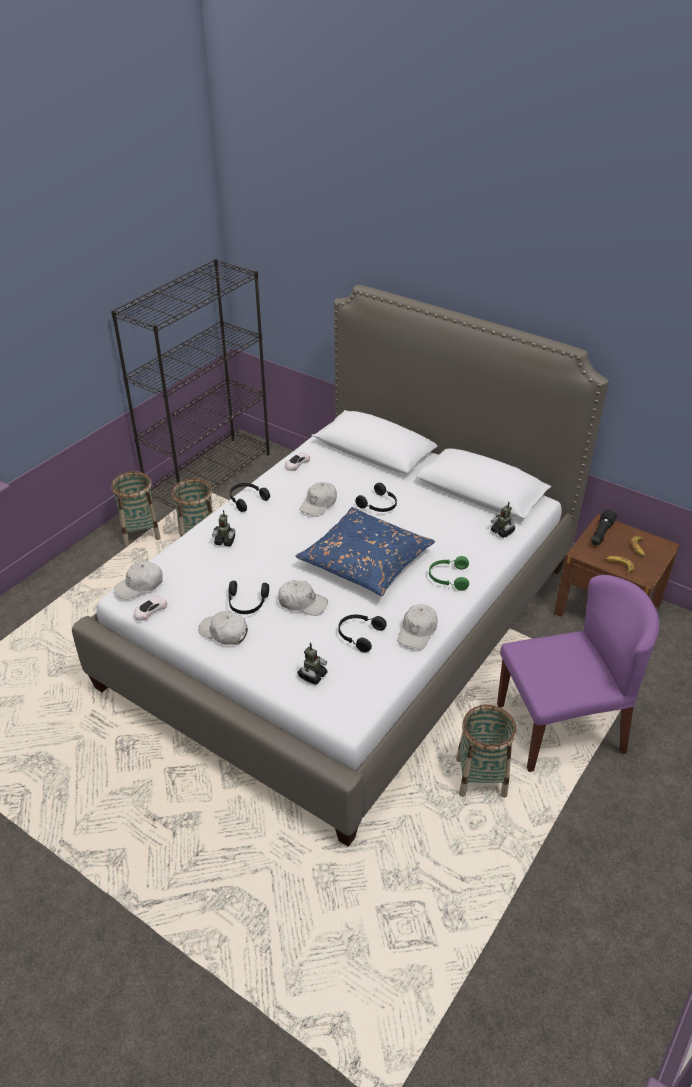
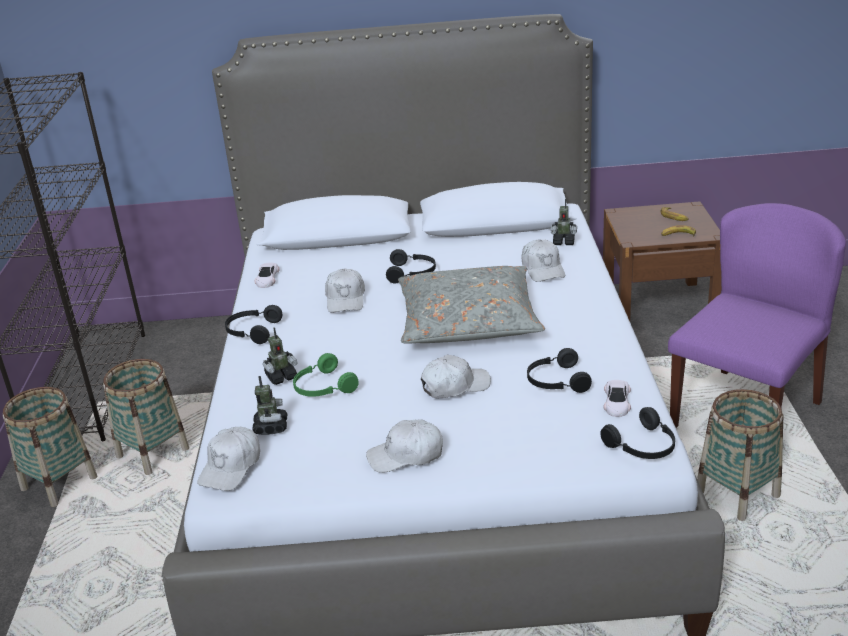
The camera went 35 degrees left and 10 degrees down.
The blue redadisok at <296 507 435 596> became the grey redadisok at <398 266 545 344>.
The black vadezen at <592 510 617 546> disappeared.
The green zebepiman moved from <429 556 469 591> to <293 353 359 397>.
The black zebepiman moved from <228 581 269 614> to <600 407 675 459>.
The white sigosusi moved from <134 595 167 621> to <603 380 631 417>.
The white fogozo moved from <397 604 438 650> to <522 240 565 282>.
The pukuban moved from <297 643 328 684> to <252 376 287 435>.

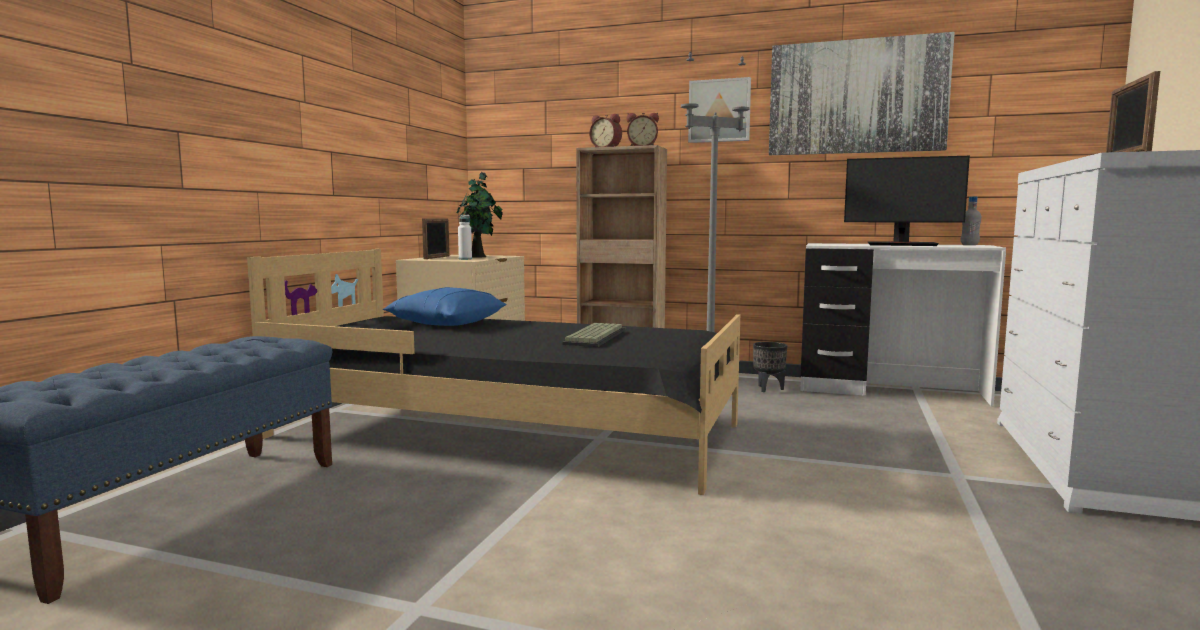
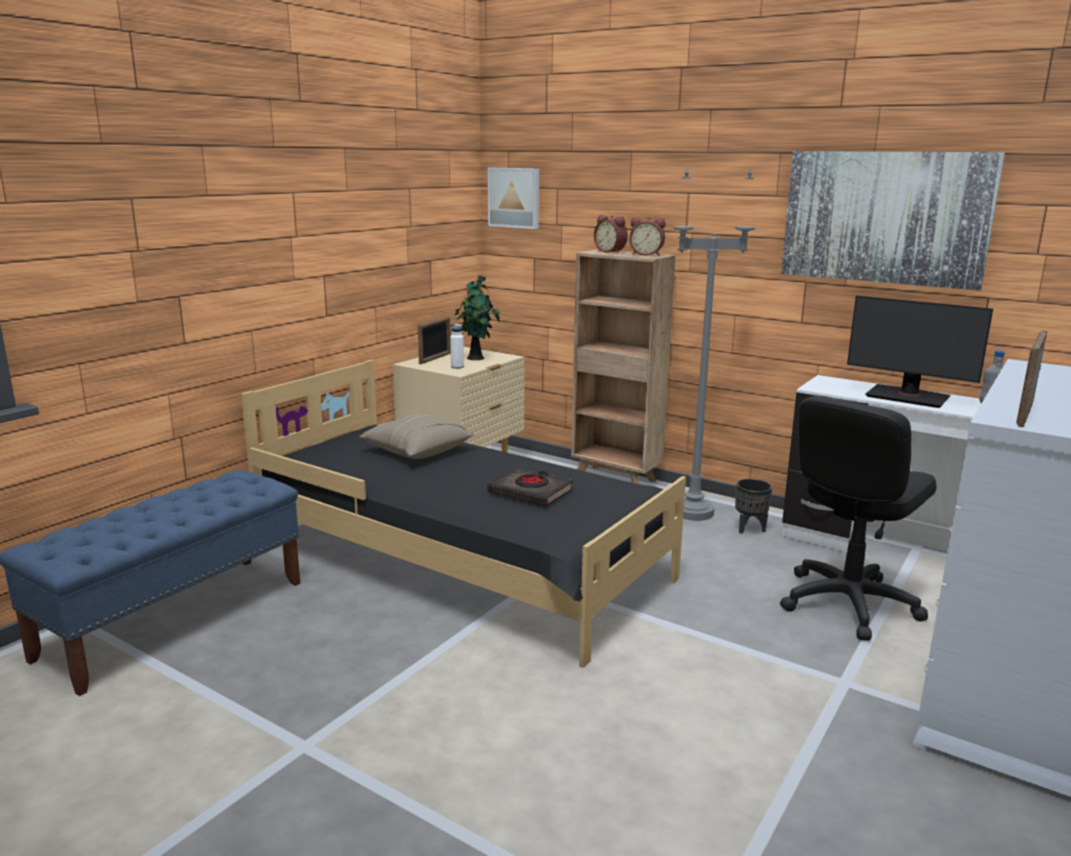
The camera went 15 degrees right and 10 degrees up.
The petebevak moved from <688 77 751 143> to <488 168 539 229>.
The blue redadisok at <383 287 506 326> became the beige redadisok at <359 414 474 459>.
The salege at <562 323 625 347> was replaced by the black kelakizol at <487 468 573 507>.
The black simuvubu at <780 396 937 641> appeared.

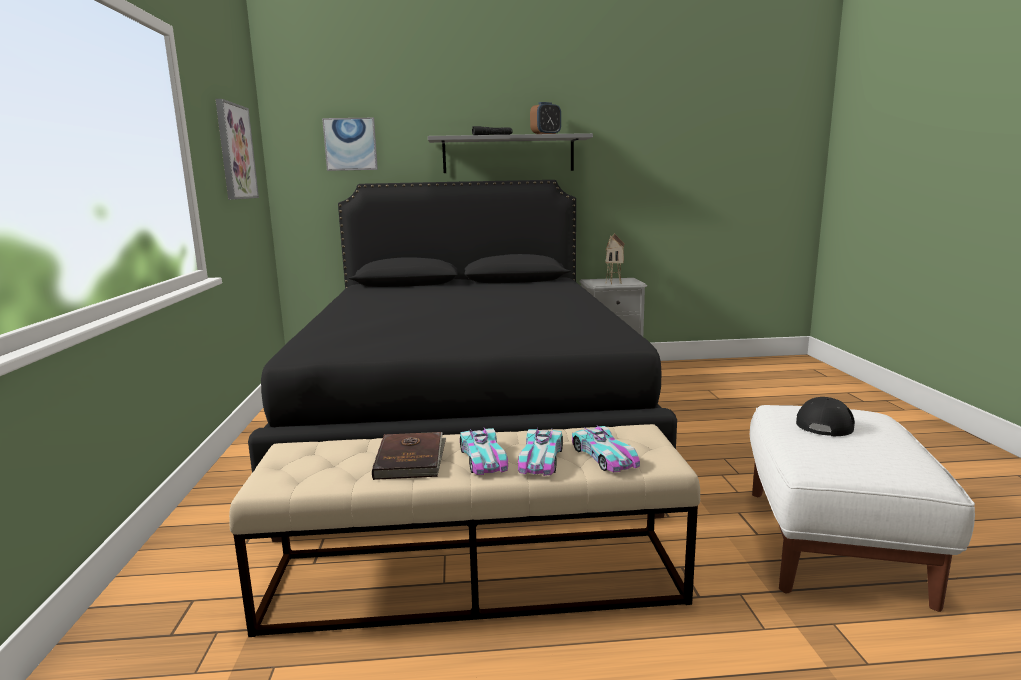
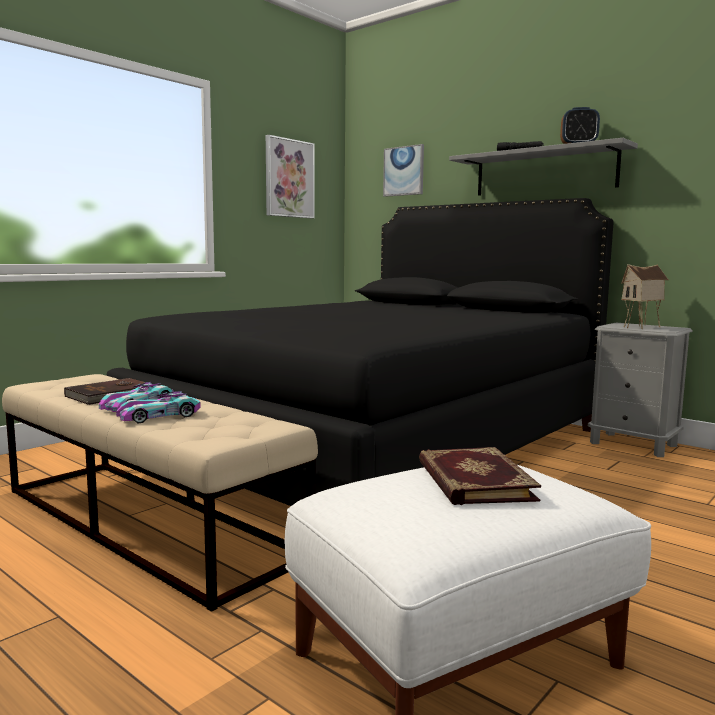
The camera went 45 degrees right and 5 degrees down.
The black fogozo at <796 397 855 436> was replaced by the kelakizol at <419 447 541 505>.
The sigosusi at <572 426 640 472> disappeared.

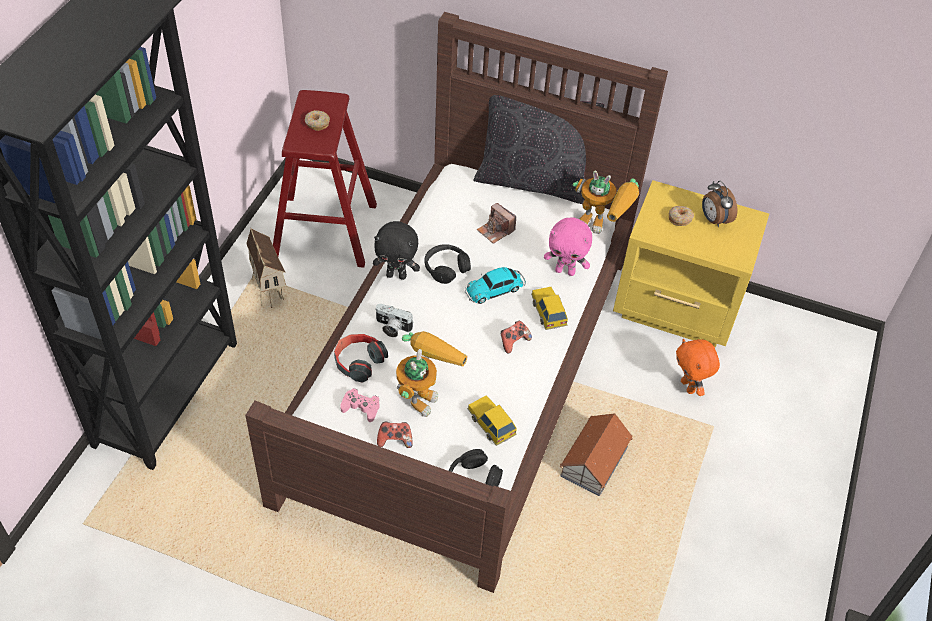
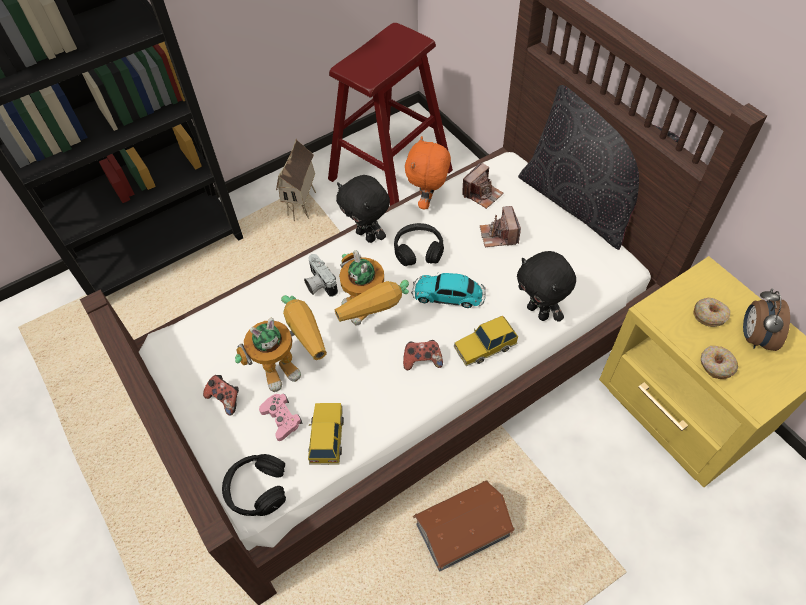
The camera went 40 degrees right and 5 degrees up.
The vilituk moved from <305 110 330 131> to <701 346 738 379>.
The pukuban moved from <573 170 639 234> to <334 250 409 325>.
The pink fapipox at <544 217 592 276> became the black fapipox at <517 251 576 322>.
The sigosusi at <531 287 568 330> turned 135 degrees counterclockwise.
The zebepiman at <334 334 388 382> disappeared.
The orange fapipox moved from <676 339 720 396> to <405 136 451 210>.
The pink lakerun moved from <340 388 380 422> to <259 394 303 441>.
The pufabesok at <462 162 503 209> appeared.

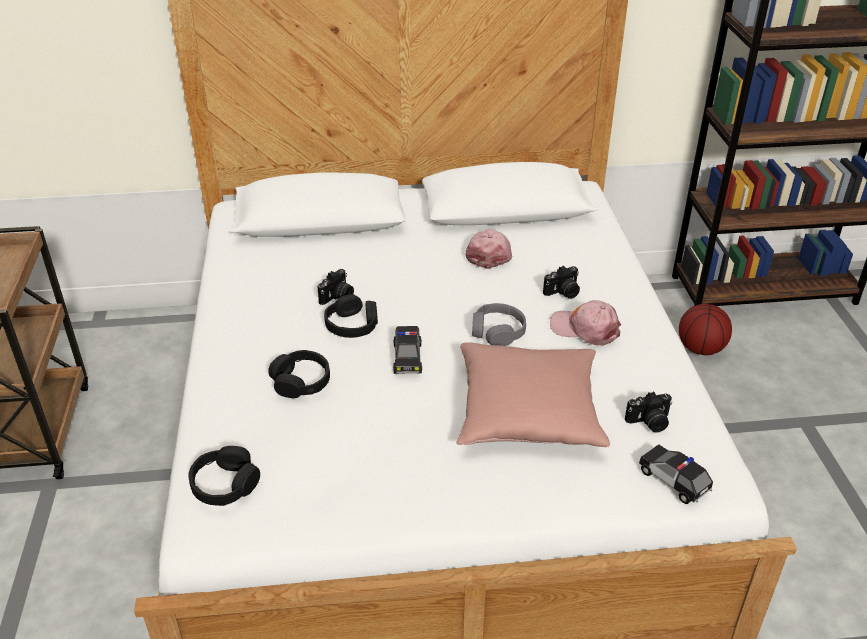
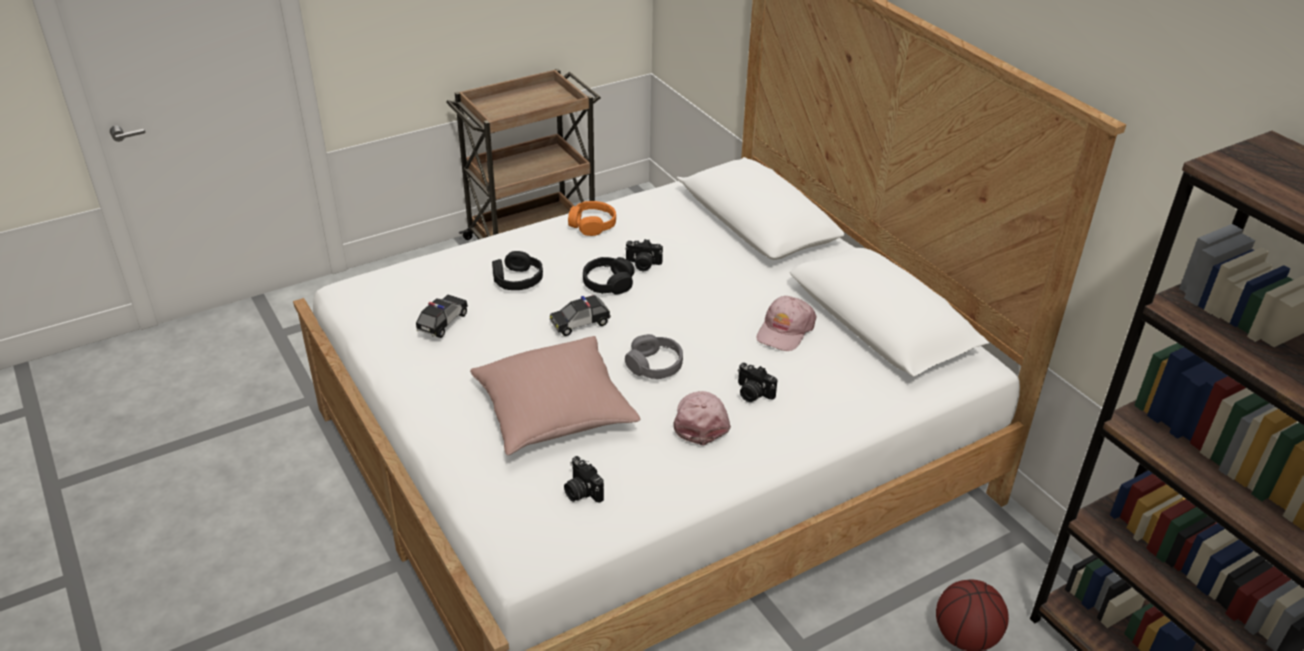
The camera went 65 degrees right and 0 degrees up.
The pink fogozo at <466 229 512 269> turned 135 degrees clockwise.
The sigosusi moved from <639 444 713 504> to <416 295 468 338>.
The black zebepiman at <188 446 260 506> disappeared.
The orange zebepiman at <568 201 616 236> appeared.

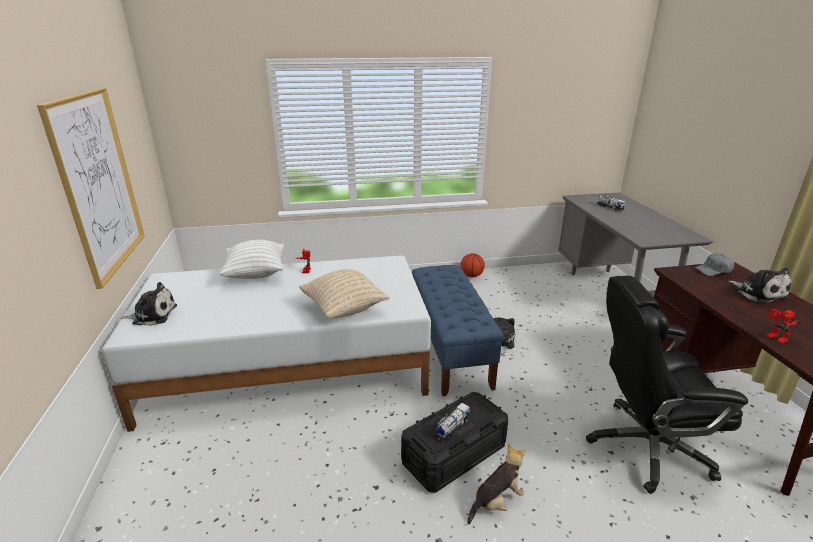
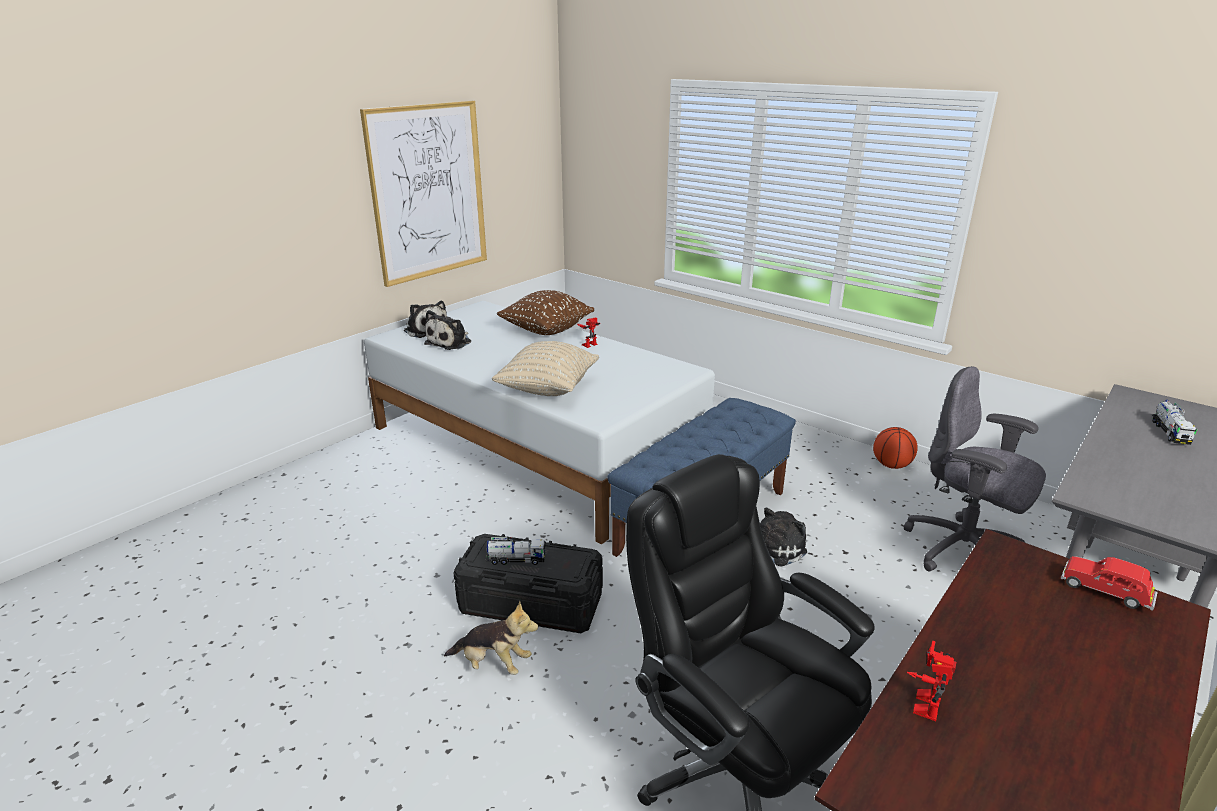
The camera went 50 degrees right and 0 degrees up.
The white redadisok at <220 240 284 279> became the brown redadisok at <497 290 595 335>.
The grey fogozo at <694 254 734 276> was replaced by the red sigosusi at <1061 556 1158 611>.
The fapipox moved from <728 268 792 304> to <424 310 471 350>.
The grey simuvubu at <904 366 1046 571> appeared.

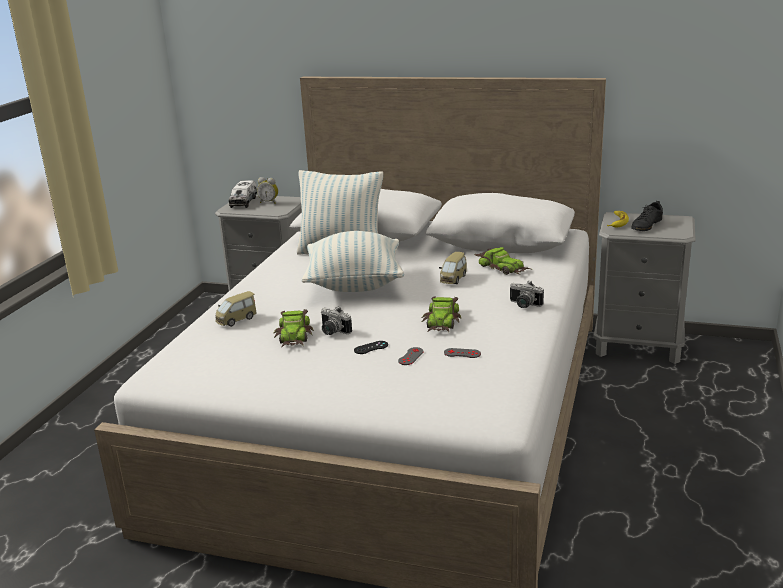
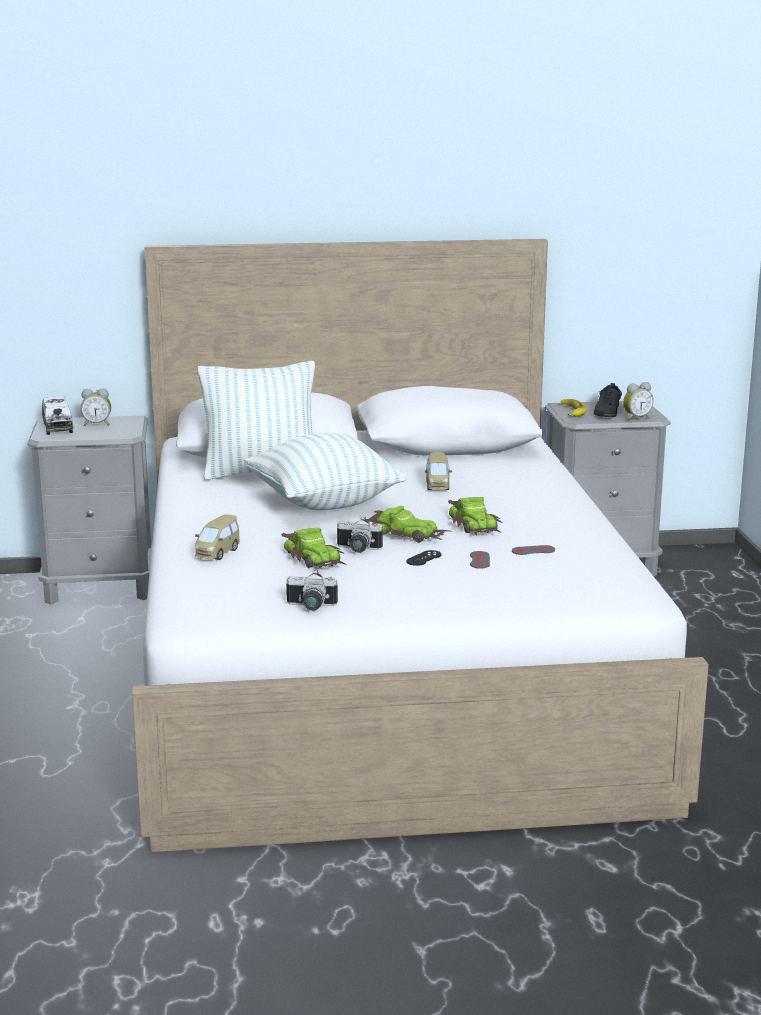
The camera went 25 degrees left and 5 degrees down.
The sigosusi moved from <475 247 533 275> to <366 506 449 543>.
The pufabesok moved from <510 280 544 308> to <286 570 338 610>.
The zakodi at <623 382 653 421> appeared.

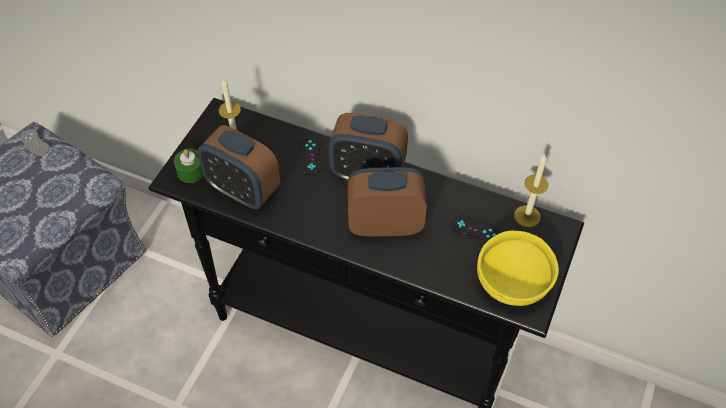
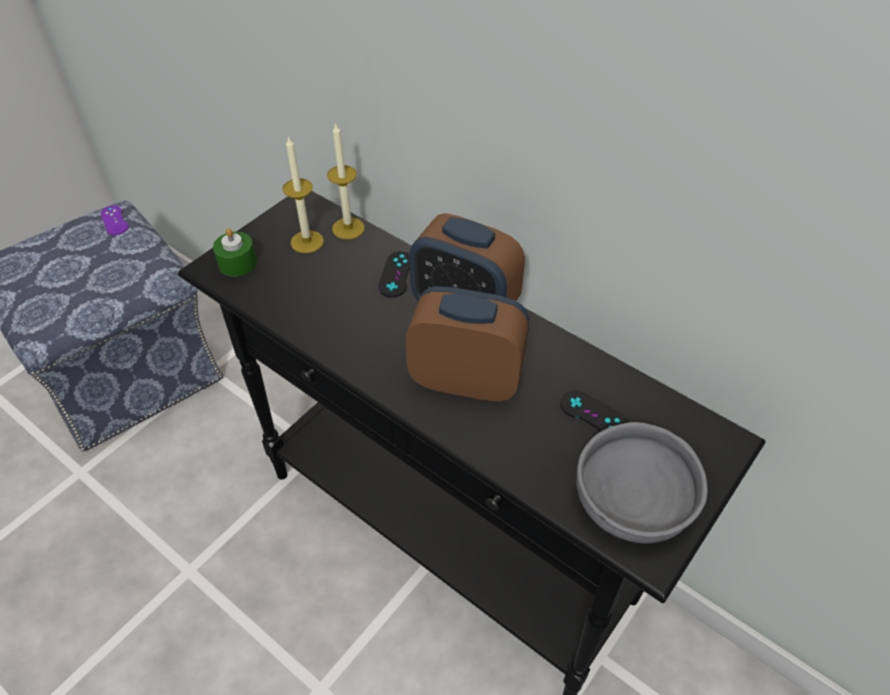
The camera went 15 degrees right and 5 degrees down.
The zakodi at <198 125 280 209> disappeared.
The grey lakerun at <20 130 50 156> became the purple lakerun at <101 206 128 235>.
The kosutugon moved from <514 154 548 227> to <327 122 365 239>.
The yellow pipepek at <477 231 559 306> became the grey pipepek at <576 422 708 543>.

